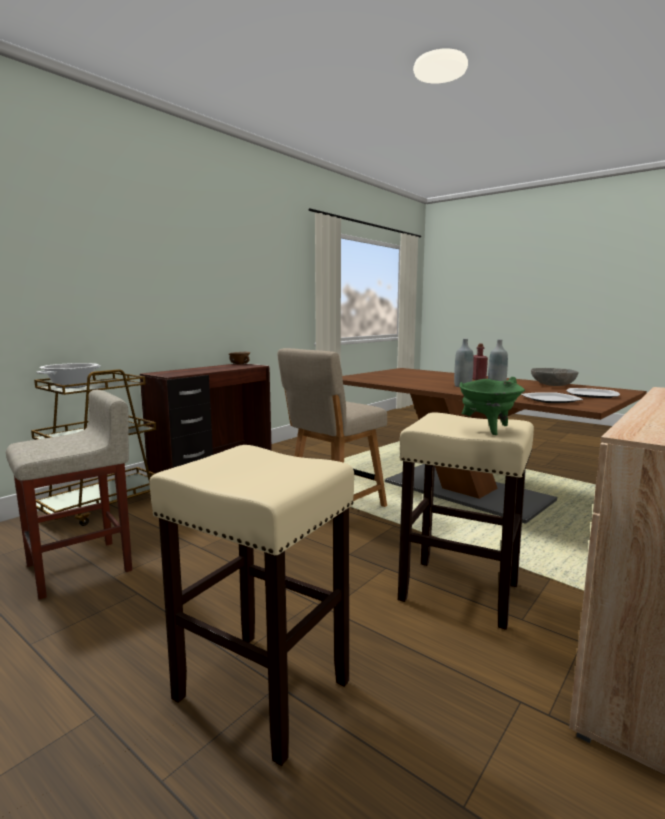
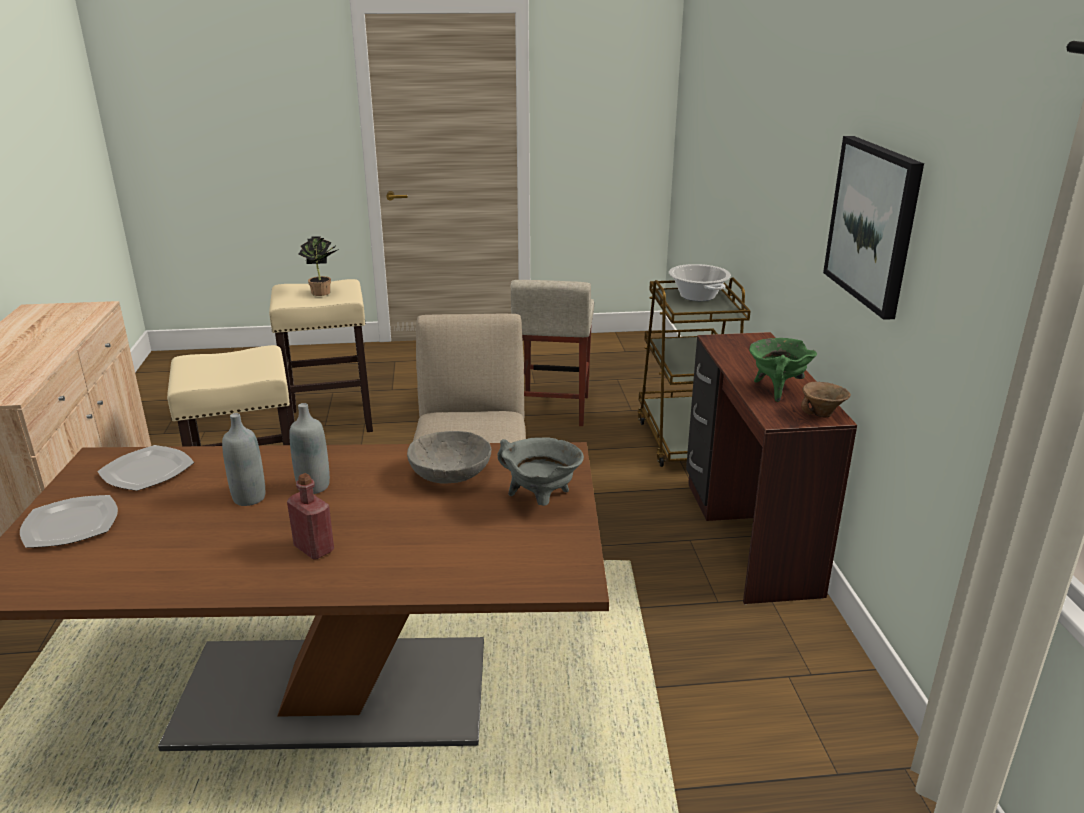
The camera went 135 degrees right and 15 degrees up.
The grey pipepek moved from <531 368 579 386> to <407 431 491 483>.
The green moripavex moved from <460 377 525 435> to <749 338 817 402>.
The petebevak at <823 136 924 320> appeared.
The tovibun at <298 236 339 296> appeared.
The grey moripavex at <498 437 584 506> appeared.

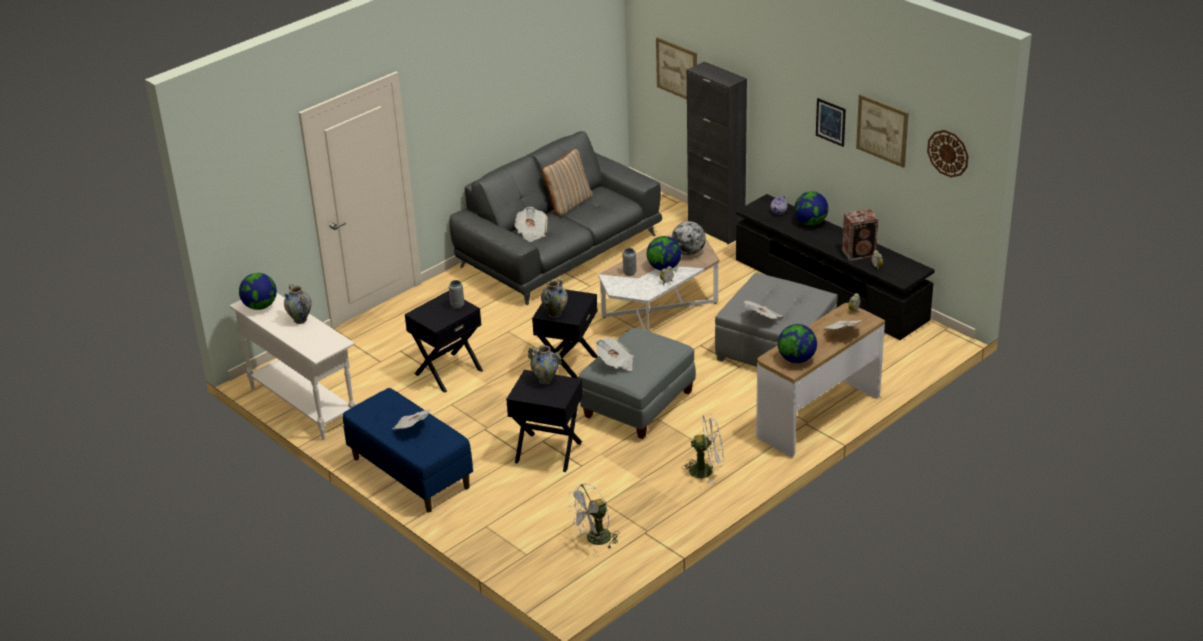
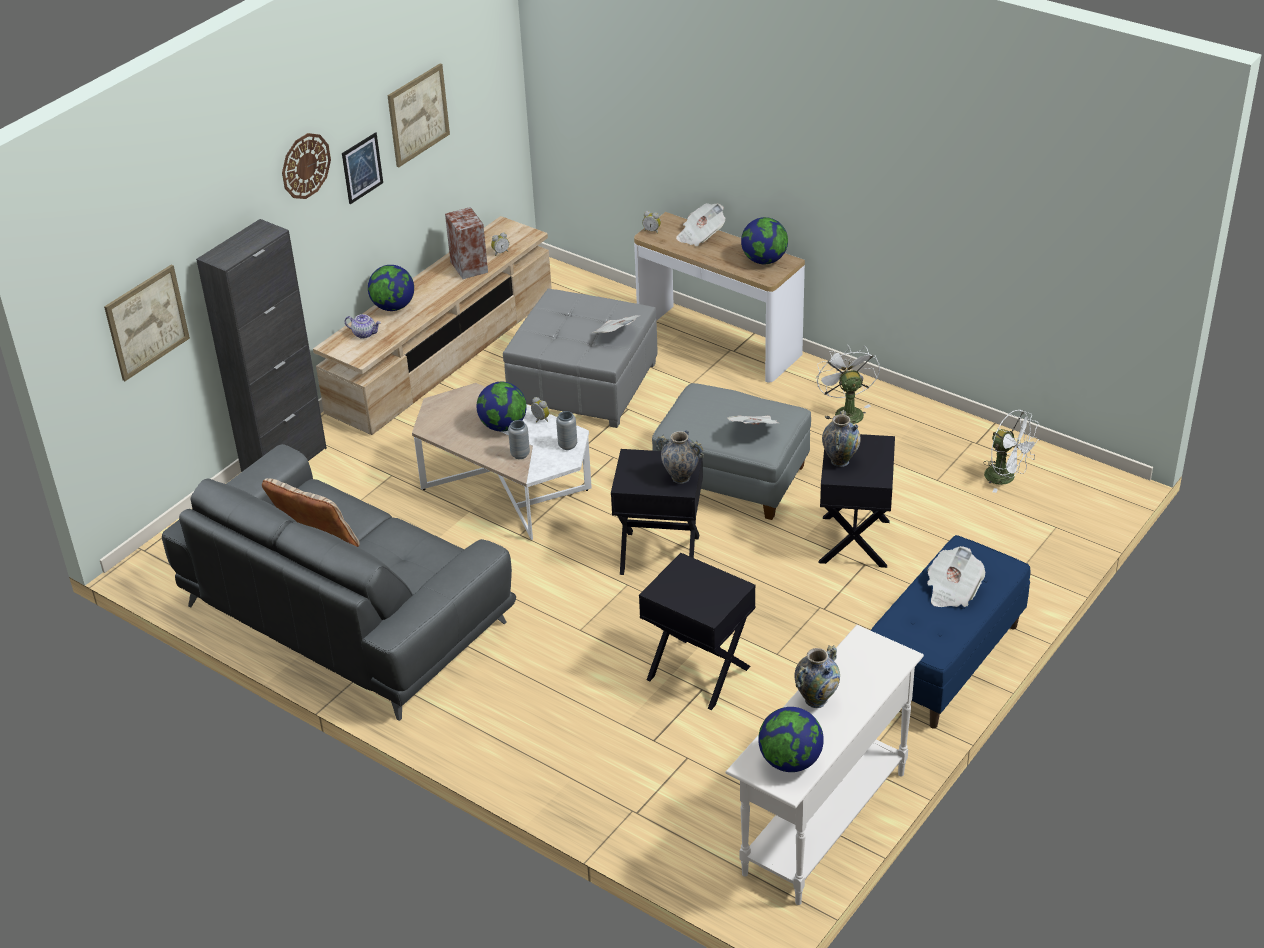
The camera went 100 degrees left and 5 degrees up.
The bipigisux moved from <927 130 969 177> to <282 133 331 199>.
The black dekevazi at <736 194 935 340> became the beige dekevazi at <313 216 552 435>.
The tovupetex at <514 207 548 242> disappeared.
The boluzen at <672 221 706 255> disappeared.
The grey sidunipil moved from <449 280 464 309> to <556 411 577 450>.

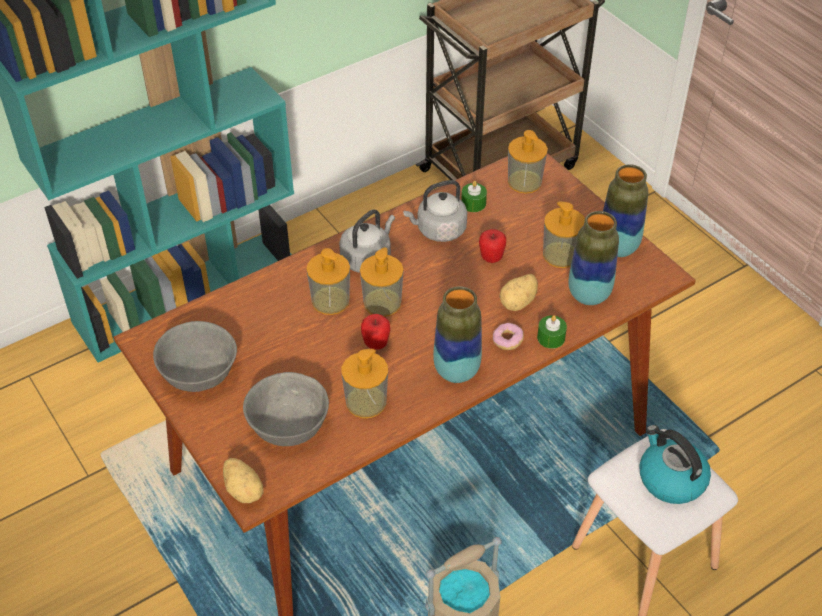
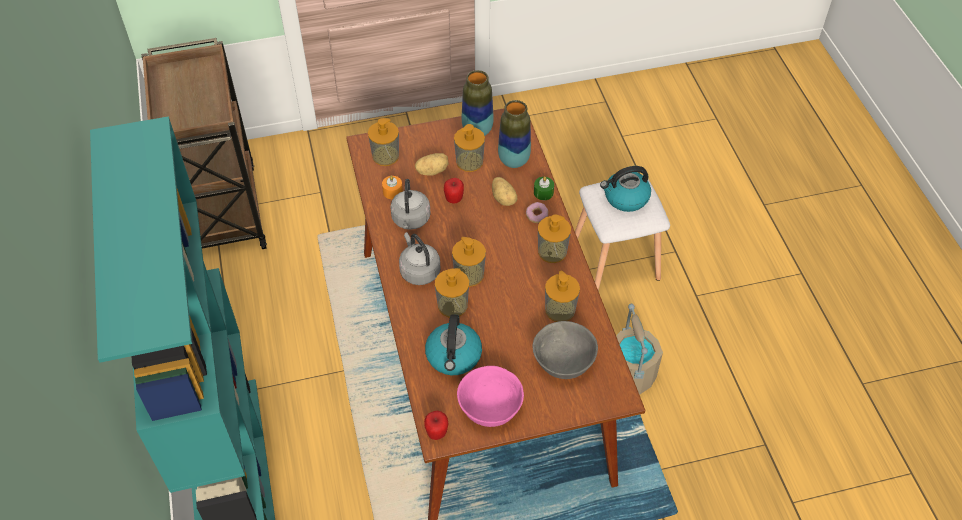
The camera went 70 degrees left and 5 degrees up.
The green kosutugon at <461 181 487 212> became the orange kosutugon at <382 175 403 199>.
The sidunipil at <433 286 482 383> was replaced by the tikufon at <538 214 571 263>.
The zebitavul moved from <361 314 390 350> to <424 411 448 440>.
The grey pipepek at <153 321 237 392> became the pink pipepek at <457 366 524 427>.
The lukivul moved from <223 458 264 503> to <415 153 449 176>.
The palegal at <425 314 482 375> appeared.

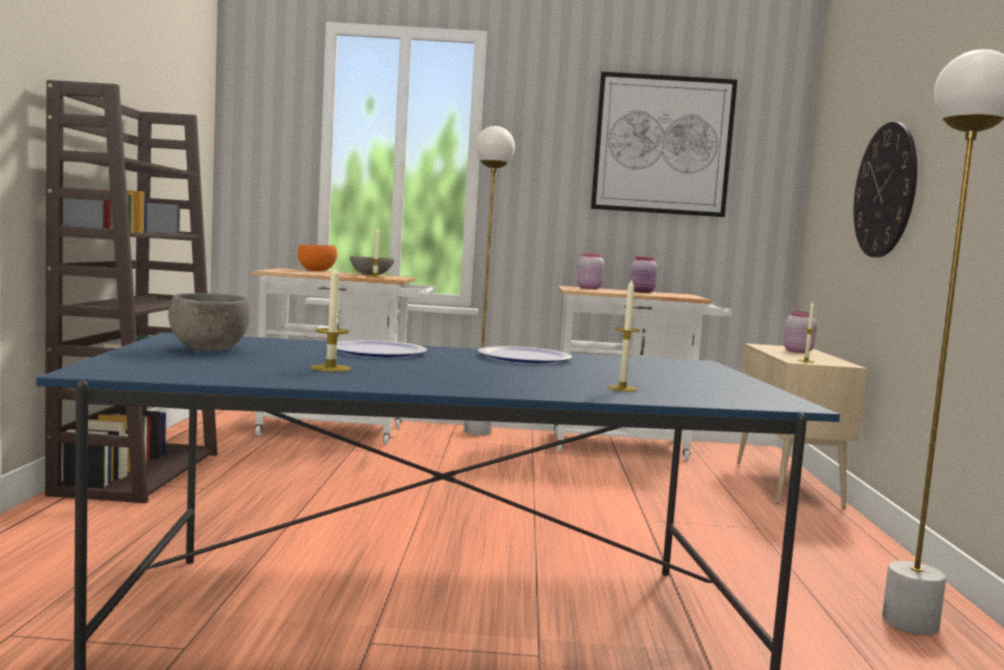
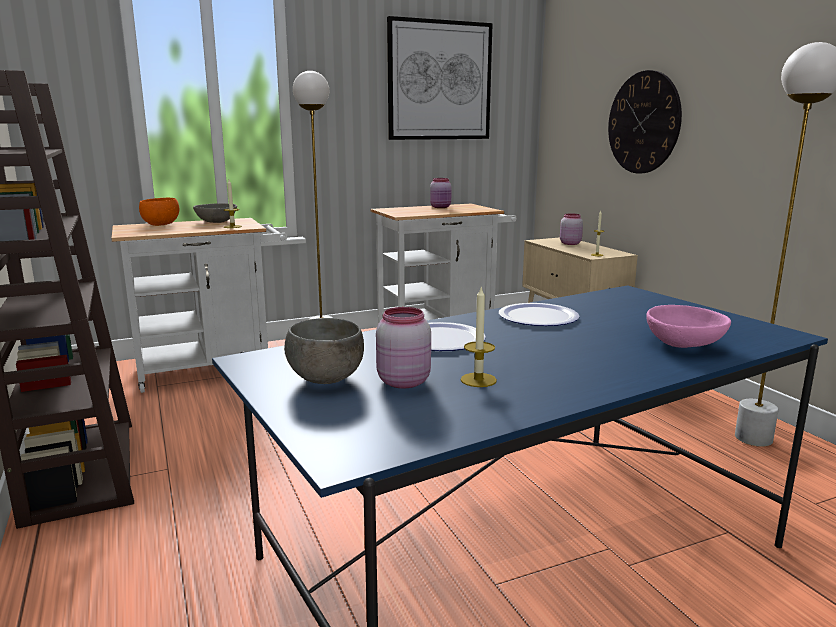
The camera went 25 degrees left and 10 degrees up.
The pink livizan moved from <577 253 604 289> to <376 307 431 388>.
The kosutugon at <608 278 640 392> was replaced by the pink pipepek at <646 305 731 348>.

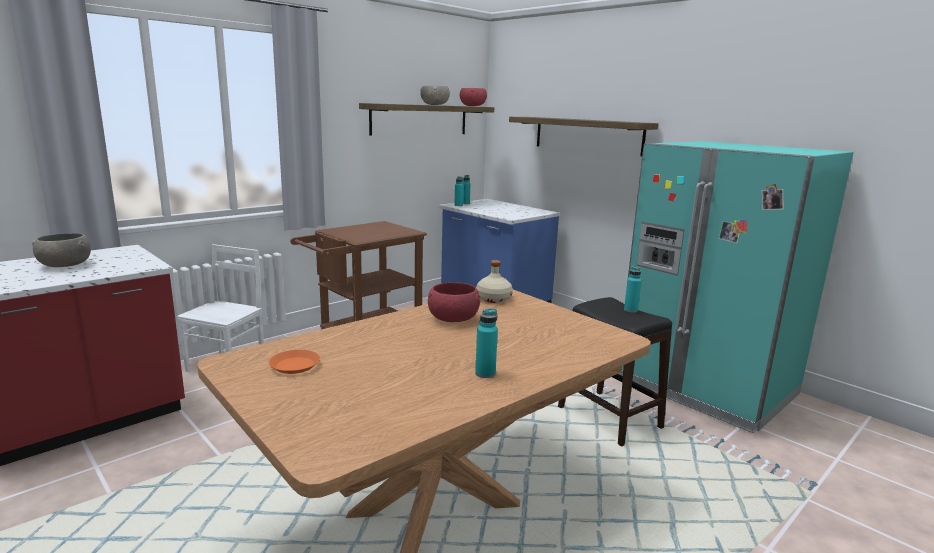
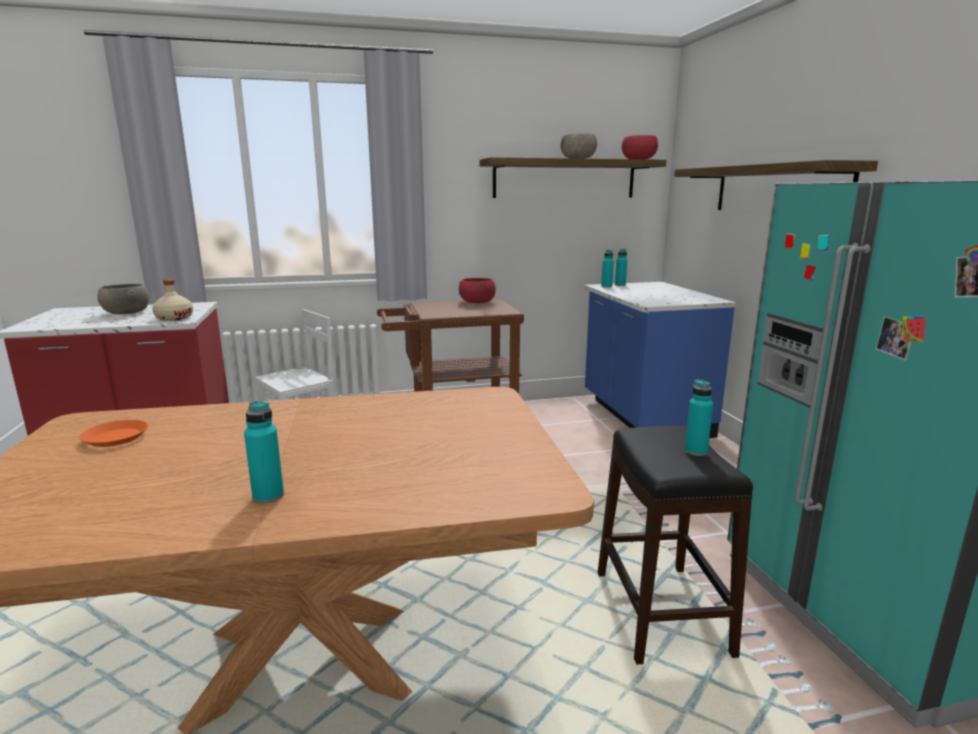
The camera went 30 degrees right and 0 degrees up.
The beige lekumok moved from <476 260 513 303> to <152 279 193 321>.
The red pipepek moved from <428 282 480 322> to <459 278 496 303>.

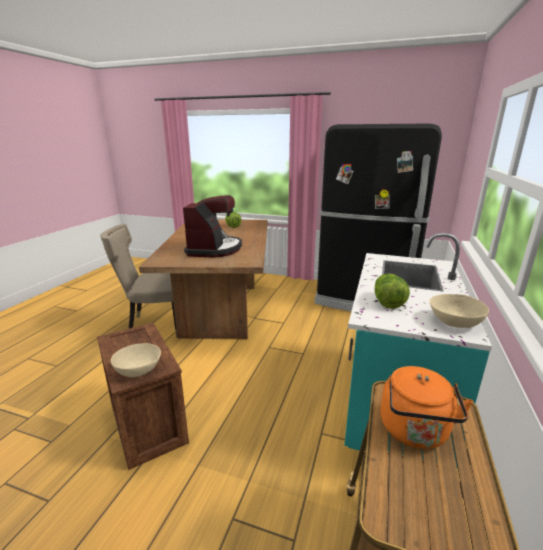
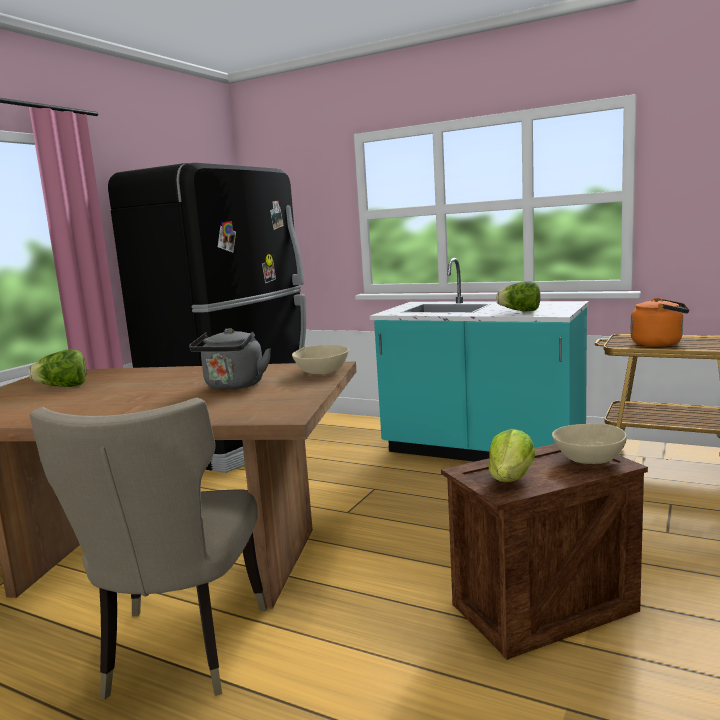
The camera went 80 degrees left and 10 degrees down.
The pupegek at <183 195 242 258> was replaced by the grey palegal at <189 328 271 390>.
The beige pipepek moved from <430 294 489 328> to <292 345 349 374>.
The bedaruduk at <488 429 535 482> appeared.

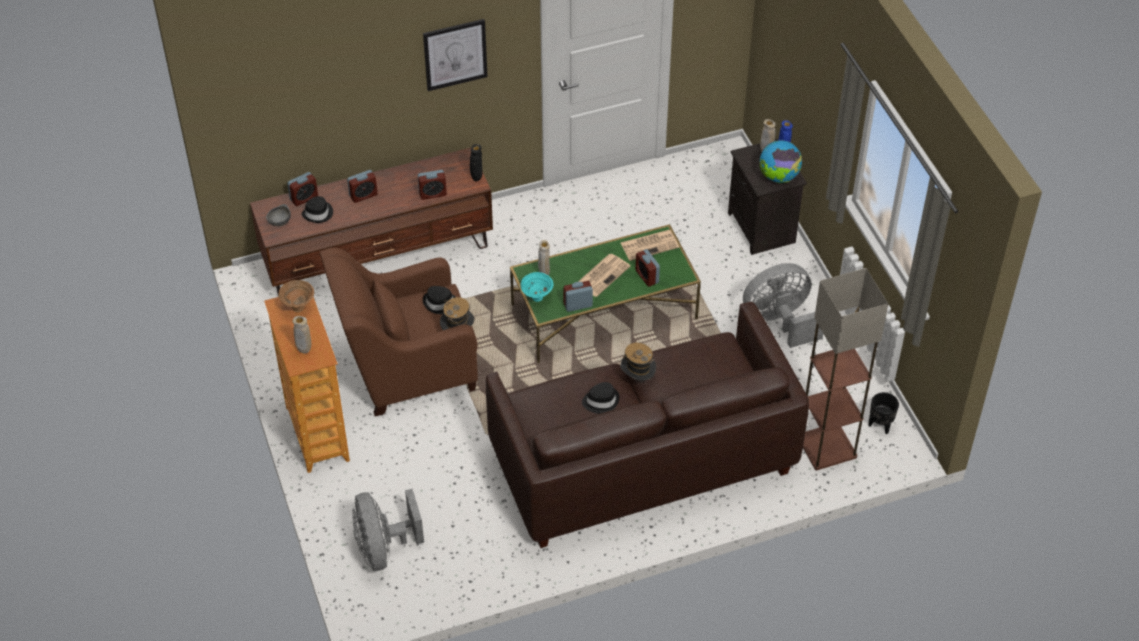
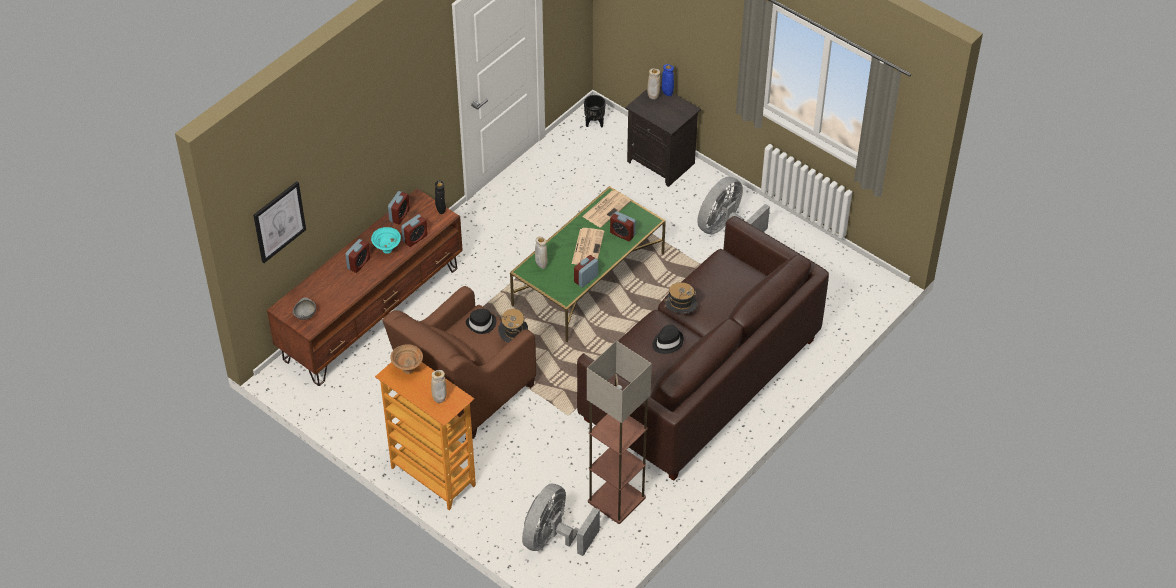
The camera went 30 degrees left and 0 degrees up.
The petebevak moved from <423 19 487 91> to <253 181 306 263>.
The boluzen at <759 140 802 183> disappeared.
The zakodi moved from <287 172 318 206> to <388 191 410 224>.
The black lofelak at <302 196 333 223> disappeared.
The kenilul moved from <803 268 888 470> to <587 340 652 524>.
The turquoise pipepek moved from <521 272 553 302> to <371 227 401 254>.
The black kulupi moved from <868 392 899 434> to <584 95 606 127>.
The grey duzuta at <352 489 424 571> turned 75 degrees clockwise.

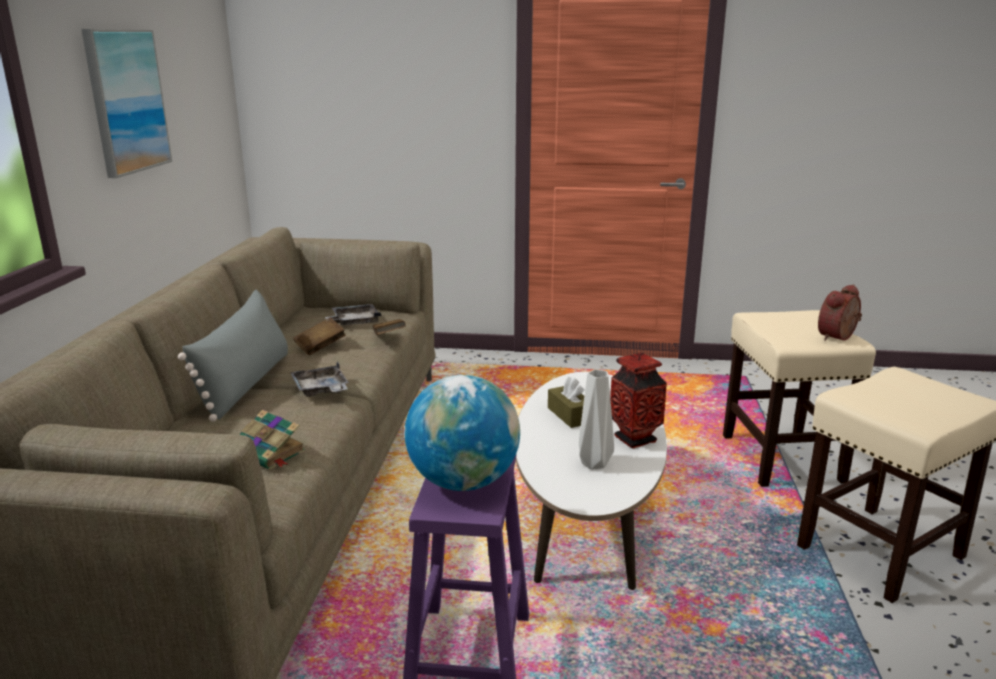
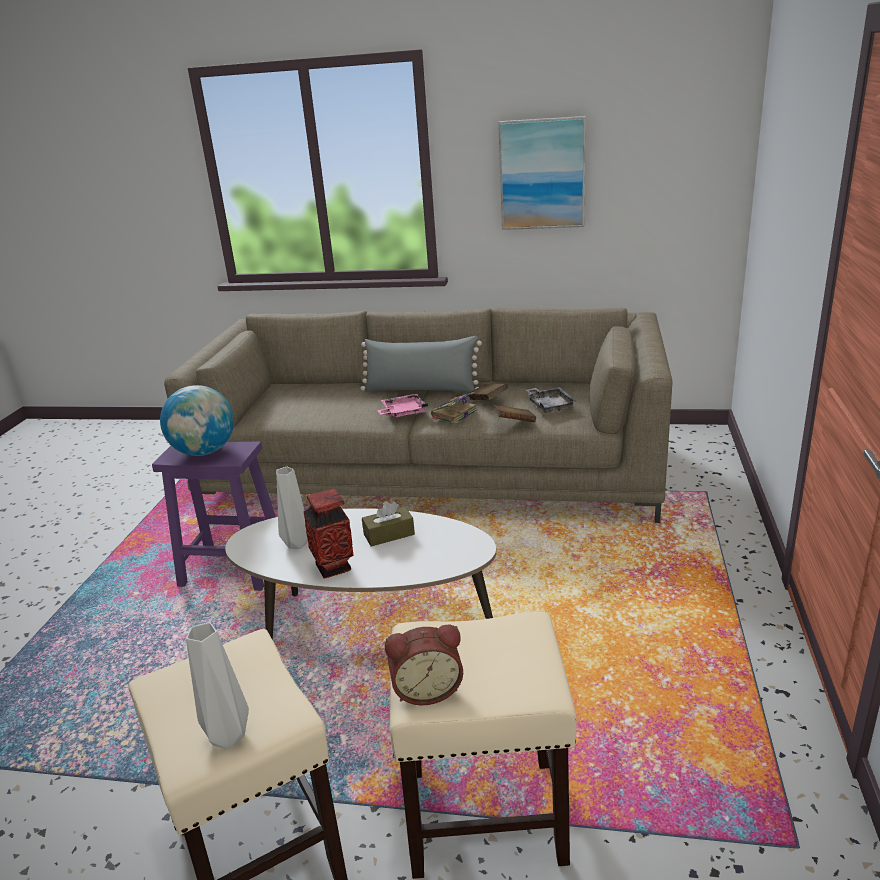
The camera went 95 degrees right and 5 degrees up.
The zakodi at <818 284 862 341> turned 120 degrees clockwise.
The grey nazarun at <290 362 349 397> became the pink nazarun at <377 394 428 417>.
The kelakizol moved from <239 409 306 470> to <431 392 478 424>.
The grey sidunipil at <186 622 249 749> appeared.

